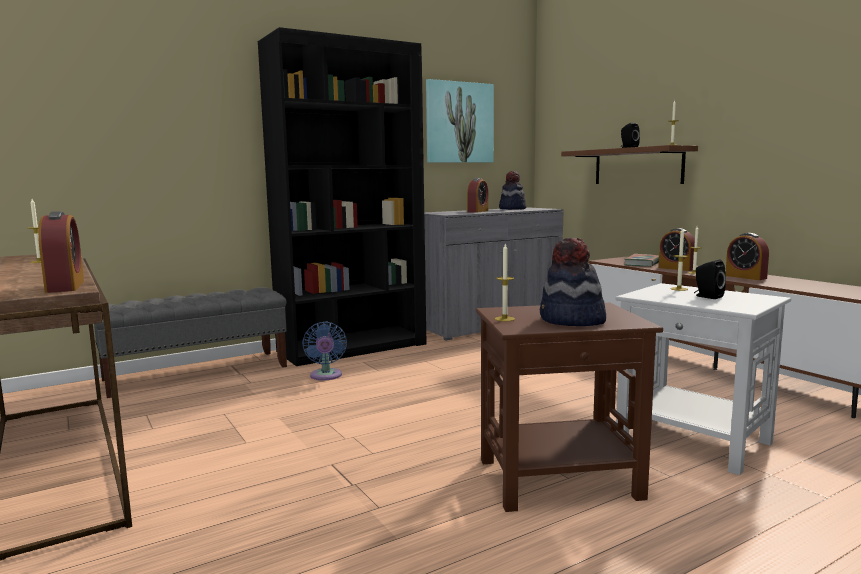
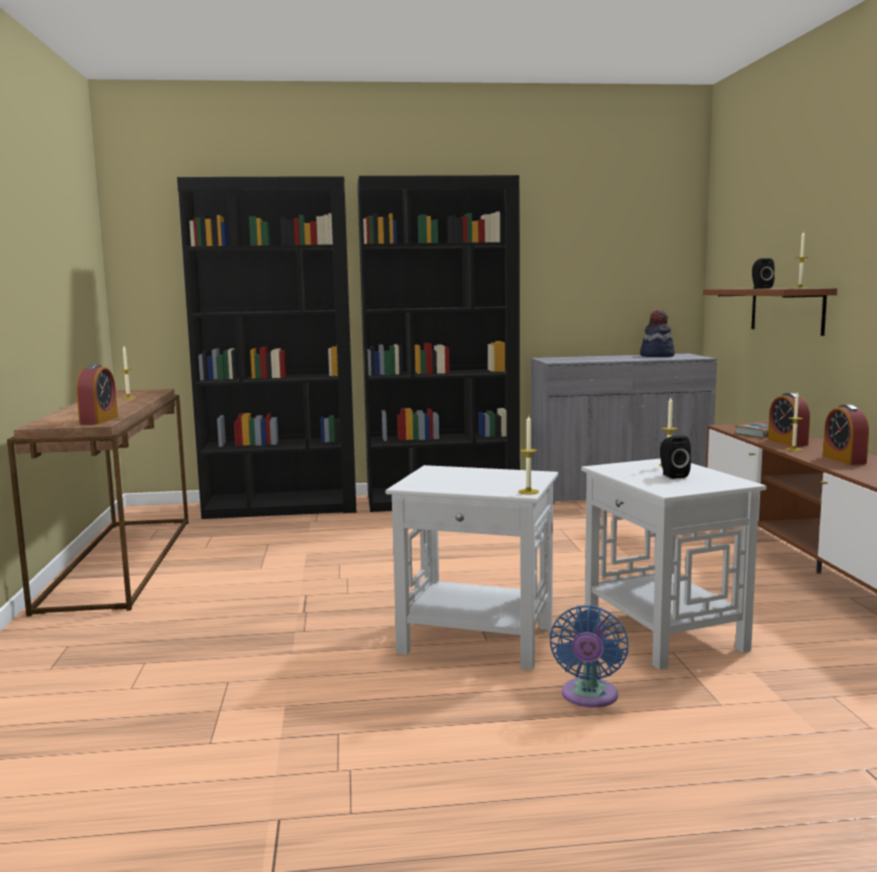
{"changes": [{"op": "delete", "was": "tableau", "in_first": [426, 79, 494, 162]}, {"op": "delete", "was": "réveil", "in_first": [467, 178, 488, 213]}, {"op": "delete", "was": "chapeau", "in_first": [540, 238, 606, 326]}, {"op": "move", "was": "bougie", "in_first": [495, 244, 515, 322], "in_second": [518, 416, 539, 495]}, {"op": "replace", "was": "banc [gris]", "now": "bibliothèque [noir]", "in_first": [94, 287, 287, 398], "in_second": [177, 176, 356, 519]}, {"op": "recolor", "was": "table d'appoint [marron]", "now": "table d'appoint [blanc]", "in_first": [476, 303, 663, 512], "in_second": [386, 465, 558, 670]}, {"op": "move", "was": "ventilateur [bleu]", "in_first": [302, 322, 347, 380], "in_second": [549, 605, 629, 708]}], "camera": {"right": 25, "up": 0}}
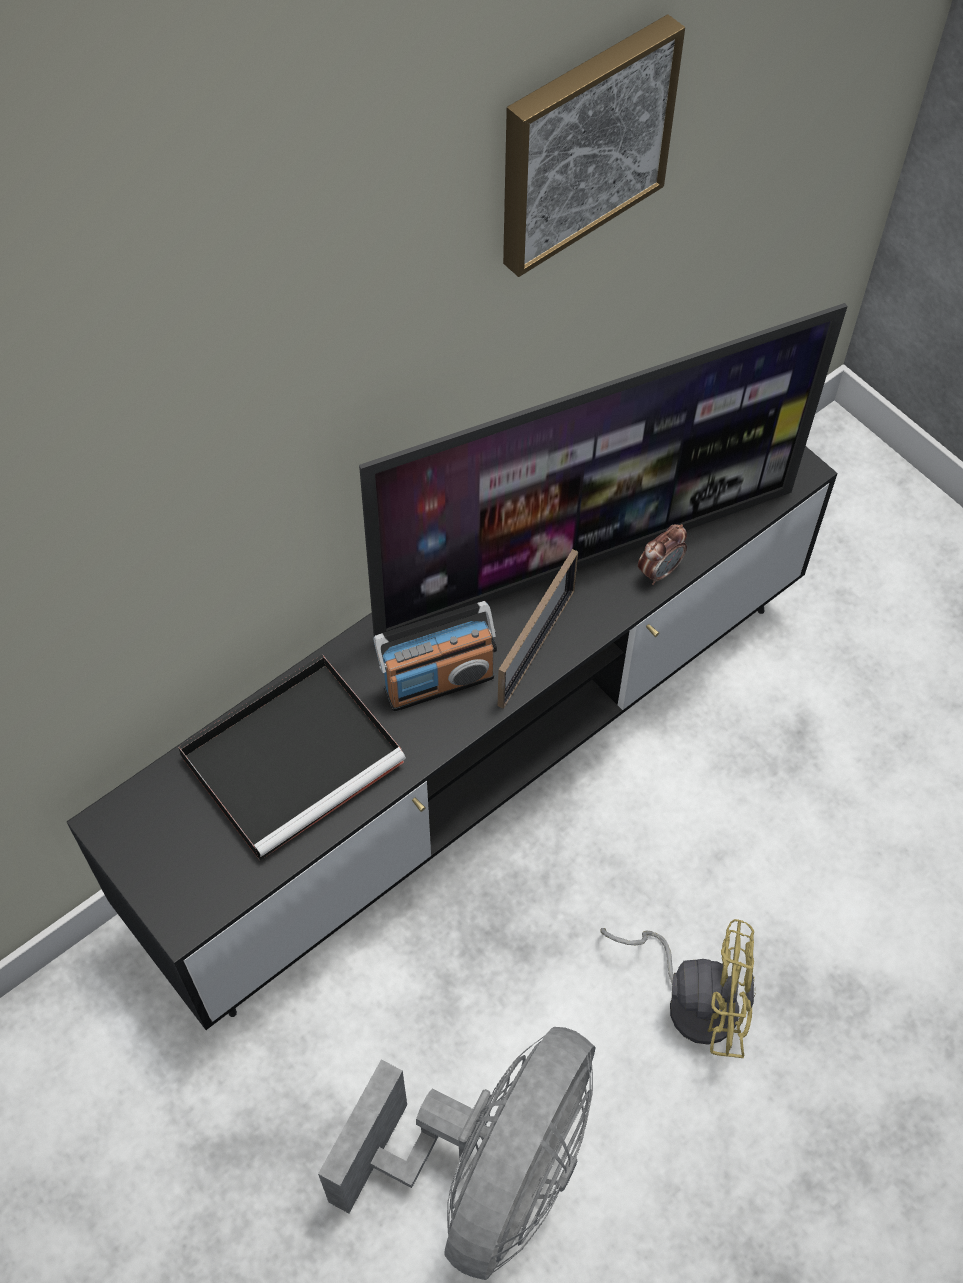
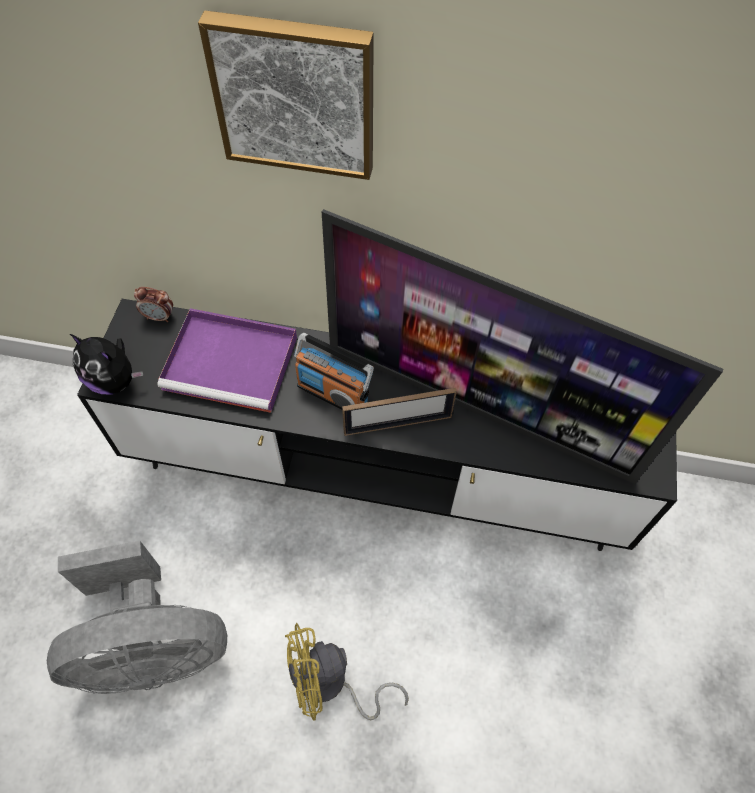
{"changes": [{"op": "move", "was": "tableau", "in_first": [503, 14, 685, 277], "in_second": [198, 10, 374, 180]}, {"op": "move", "was": "réveil", "in_first": [638, 524, 687, 585], "in_second": [134, 287, 173, 322]}, {"op": "recolor", "was": "plateau [noir]", "now": "plateau [violet]", "in_first": [178, 654, 406, 860], "in_second": [157, 308, 297, 413]}, {"op": "rotate", "was": "ventilateur [jaune]", "in_first": [601, 919, 755, 1058], "in_second": [285, 623, 409, 721], "clockwise": 105}, {"op": "insert", "now": "peluche", "in_second": [70, 334, 143, 395]}], "camera": {"right": 50, "up": 0}}
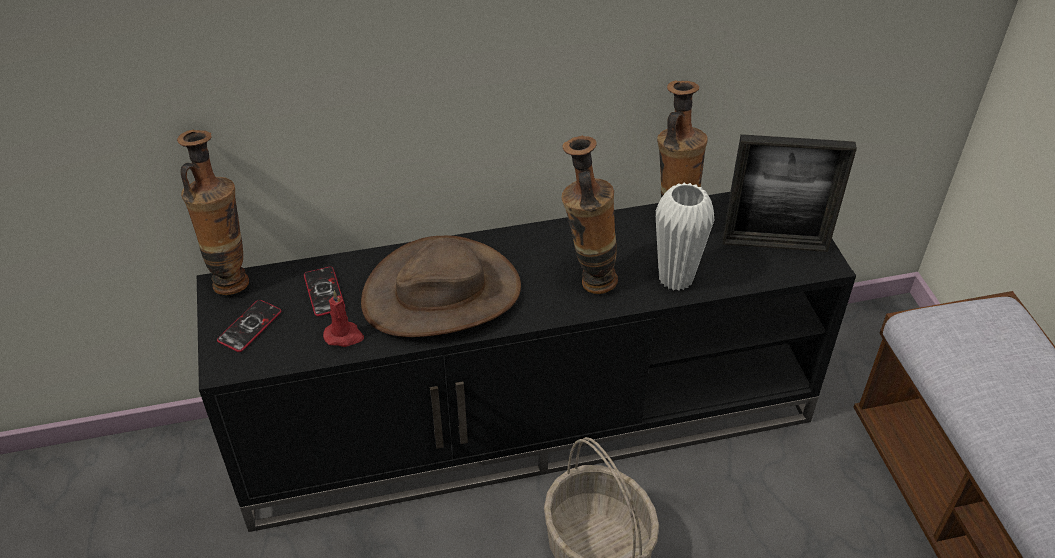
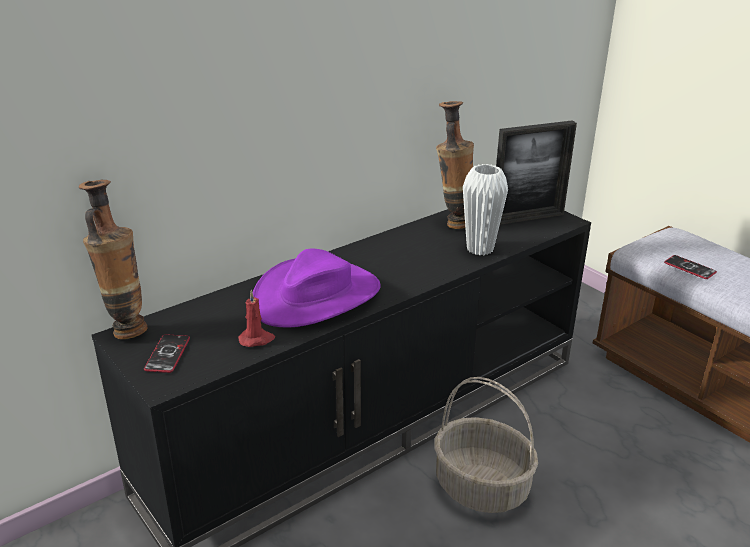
{"changes": [{"op": "delete", "was": "vase", "in_first": [561, 136, 618, 294]}, {"op": "recolor", "was": "chapeau [marron]", "now": "chapeau [violet]", "in_first": [361, 236, 521, 337], "in_second": [252, 248, 381, 328]}, {"op": "move", "was": "téléphone", "in_first": [304, 267, 345, 316], "in_second": [664, 255, 717, 279]}], "camera": {"right": -25, "up": -15}}
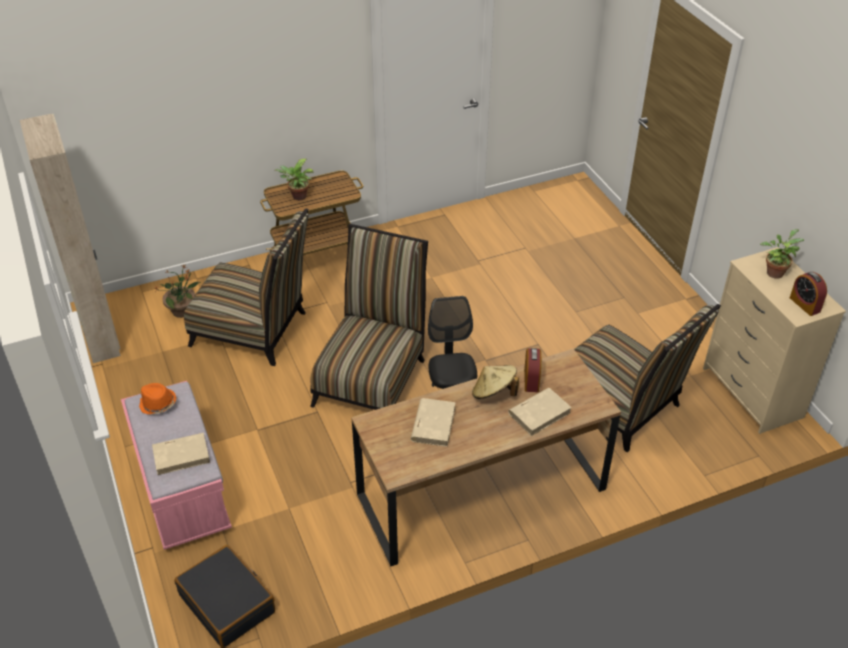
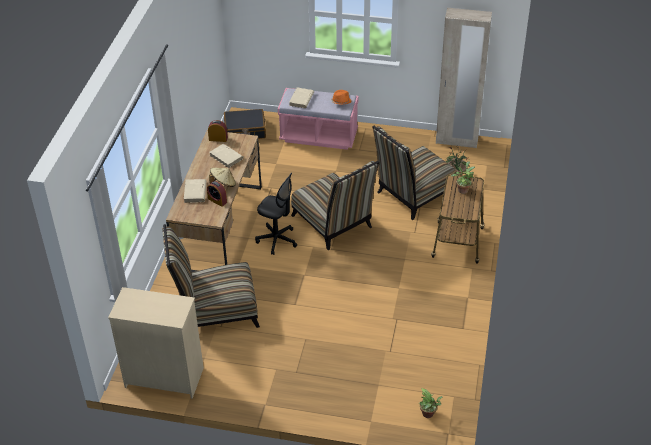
{"changes": [{"op": "move", "was": "plante en pot", "in_first": [760, 229, 804, 279], "in_second": [419, 388, 443, 418]}, {"op": "move", "was": "réveil", "in_first": [790, 272, 827, 316], "in_second": [208, 120, 228, 142]}], "camera": {"right": 125, "up": 0}}
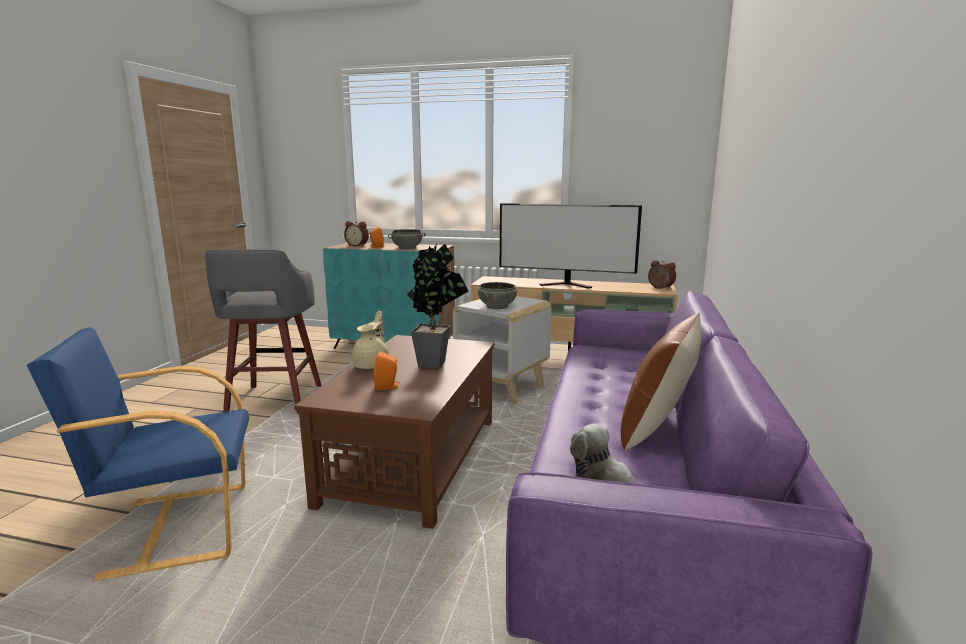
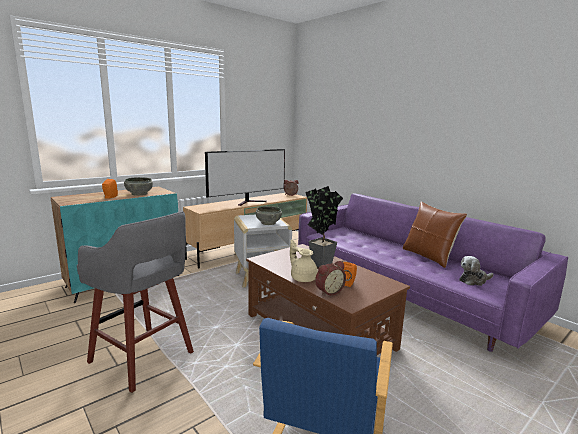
{"changes": [{"op": "move", "was": "réveil", "in_first": [344, 221, 369, 246], "in_second": [315, 261, 346, 296]}], "camera": {"right": -55, "up": 0}}
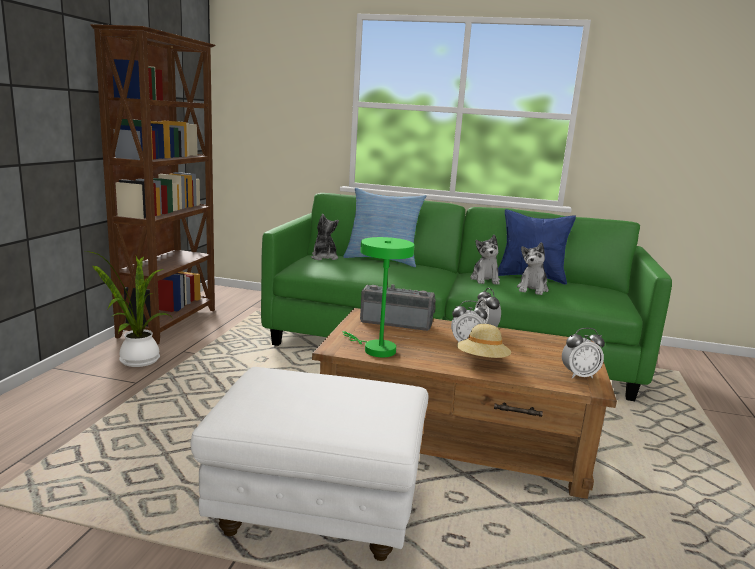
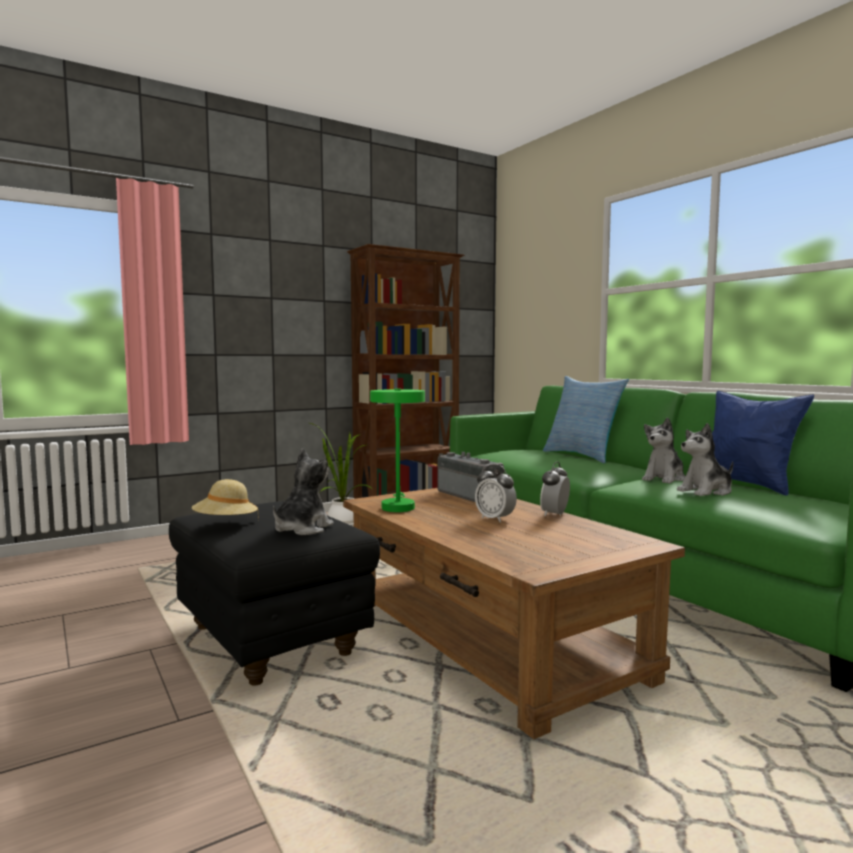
{"changes": [{"op": "move", "was": "peluche", "in_first": [311, 214, 339, 260], "in_second": [273, 448, 334, 535]}, {"op": "move", "was": "chapeau [beige]", "in_first": [457, 324, 511, 358], "in_second": [192, 479, 258, 515]}, {"op": "delete", "was": "réveil", "in_first": [562, 328, 605, 379]}, {"op": "recolor", "was": "pouf [blanc]", "now": "pouf [noir]", "in_first": [191, 367, 428, 561], "in_second": [169, 501, 380, 686]}], "camera": {"right": 45, "up": -10}}
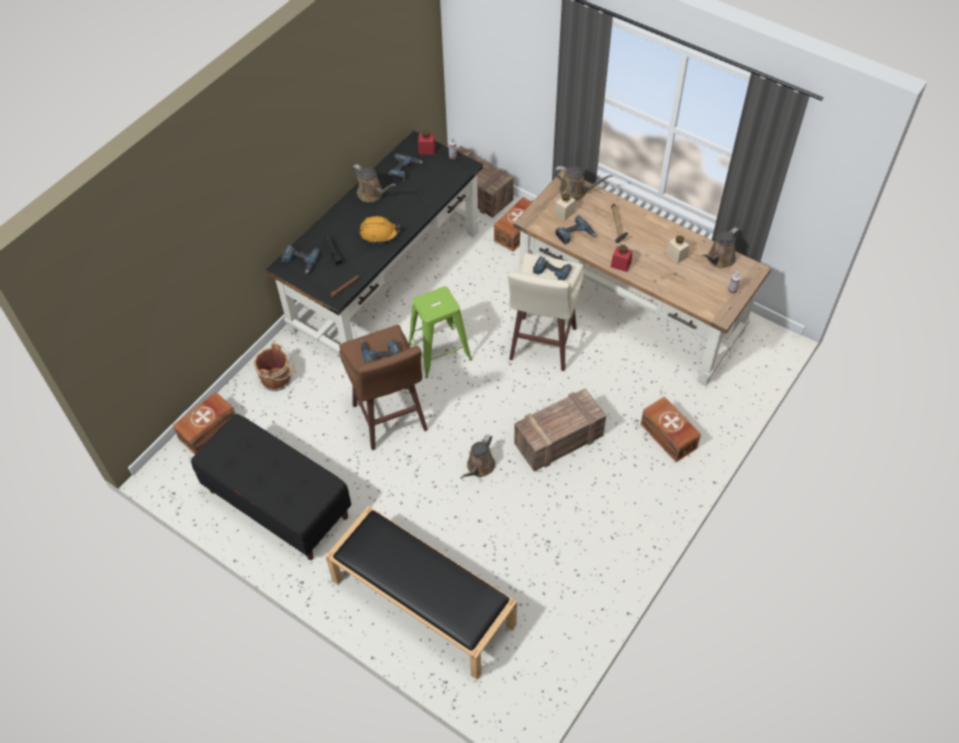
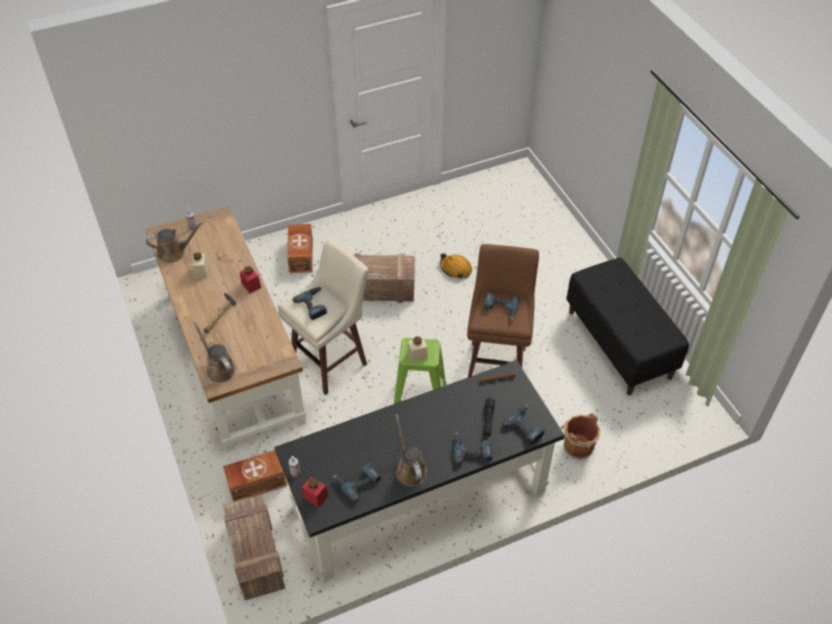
{"changes": [{"op": "move", "was": "bocal [beige]", "in_first": [554, 193, 575, 221], "in_second": [407, 337, 428, 362]}, {"op": "move", "was": "casque de chantier [orange]", "in_first": [360, 216, 400, 244], "in_second": [440, 253, 472, 278]}, {"op": "move", "was": "perceuse", "in_first": [555, 216, 596, 245], "in_second": [453, 432, 492, 465]}, {"op": "delete", "was": "boîte de rangement [marron]", "in_first": [173, 392, 235, 454]}, {"op": "delete", "was": "arrosoir [marron]", "in_first": [460, 434, 495, 479]}, {"op": "delete", "was": "banc [noir]", "in_first": [325, 506, 517, 679]}], "camera": {"right": -150, "up": -5}}
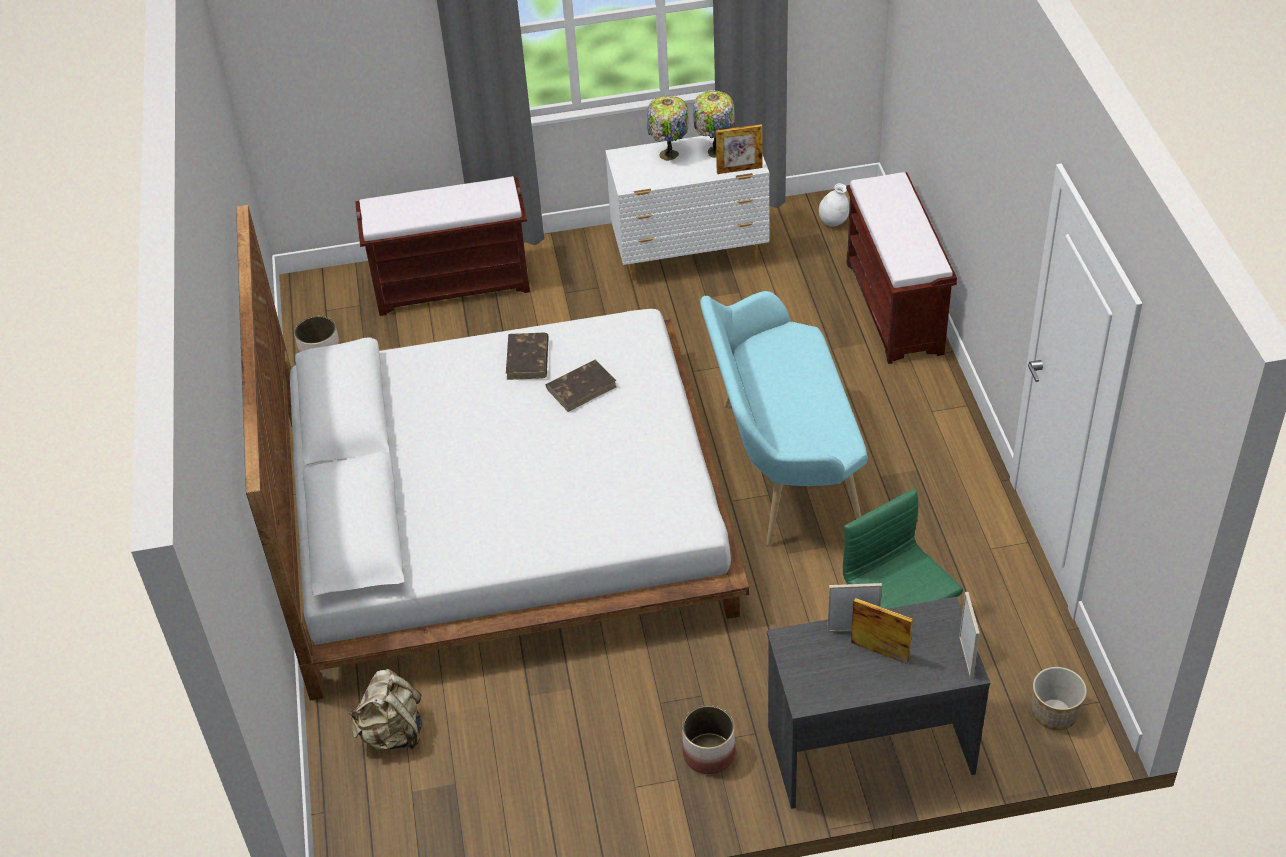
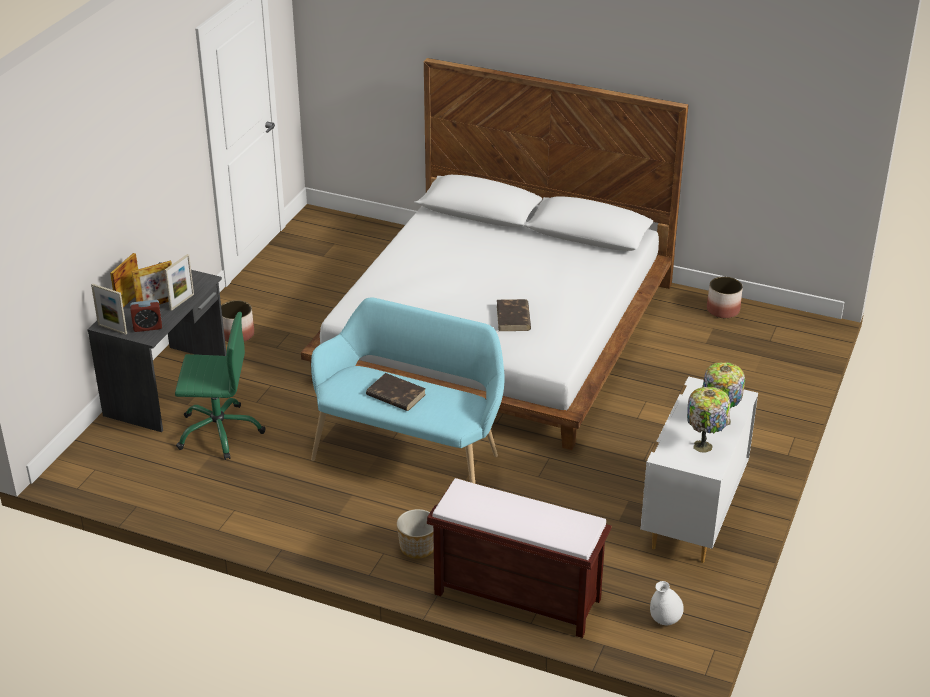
{"changes": [{"op": "move", "was": "cadre photo", "in_first": [716, 124, 762, 174], "in_second": [110, 253, 138, 307]}, {"op": "delete", "was": "banc [marron]", "in_first": [355, 176, 530, 316]}, {"op": "move", "was": "livre [marron]", "in_first": [506, 333, 549, 380], "in_second": [366, 373, 426, 411]}, {"op": "move", "was": "cache-pot", "in_first": [1032, 667, 1087, 730], "in_second": [397, 509, 434, 559]}, {"op": "delete", "was": "sac à dos [beige]", "in_first": [349, 669, 422, 751]}, {"op": "insert", "now": "réveil", "in_second": [130, 300, 162, 332]}], "camera": {"right": 120, "up": -10}}
